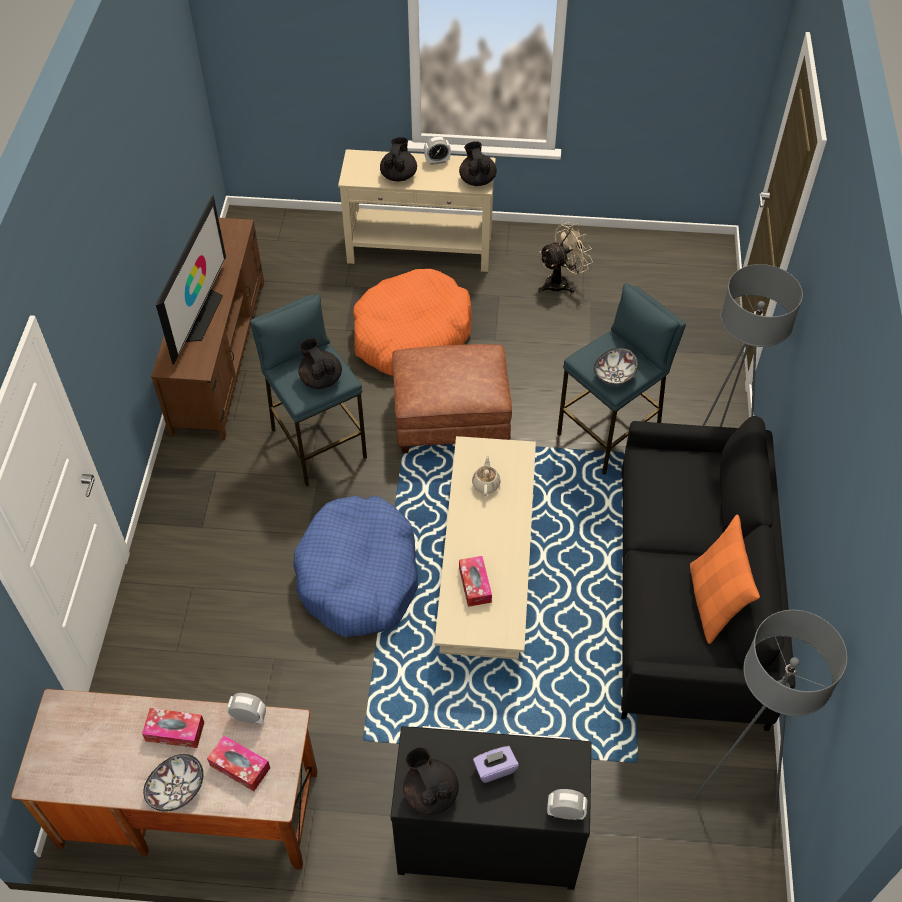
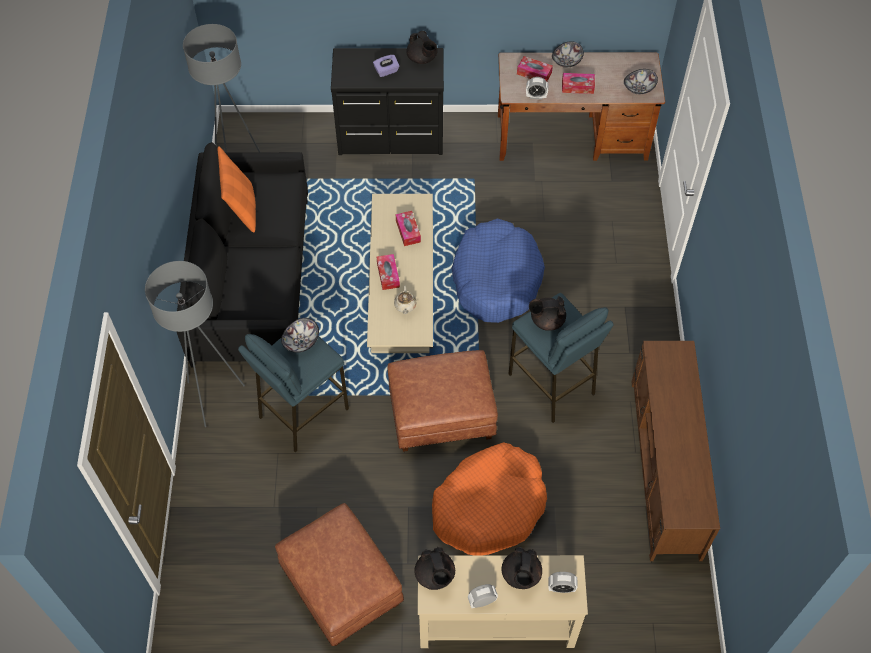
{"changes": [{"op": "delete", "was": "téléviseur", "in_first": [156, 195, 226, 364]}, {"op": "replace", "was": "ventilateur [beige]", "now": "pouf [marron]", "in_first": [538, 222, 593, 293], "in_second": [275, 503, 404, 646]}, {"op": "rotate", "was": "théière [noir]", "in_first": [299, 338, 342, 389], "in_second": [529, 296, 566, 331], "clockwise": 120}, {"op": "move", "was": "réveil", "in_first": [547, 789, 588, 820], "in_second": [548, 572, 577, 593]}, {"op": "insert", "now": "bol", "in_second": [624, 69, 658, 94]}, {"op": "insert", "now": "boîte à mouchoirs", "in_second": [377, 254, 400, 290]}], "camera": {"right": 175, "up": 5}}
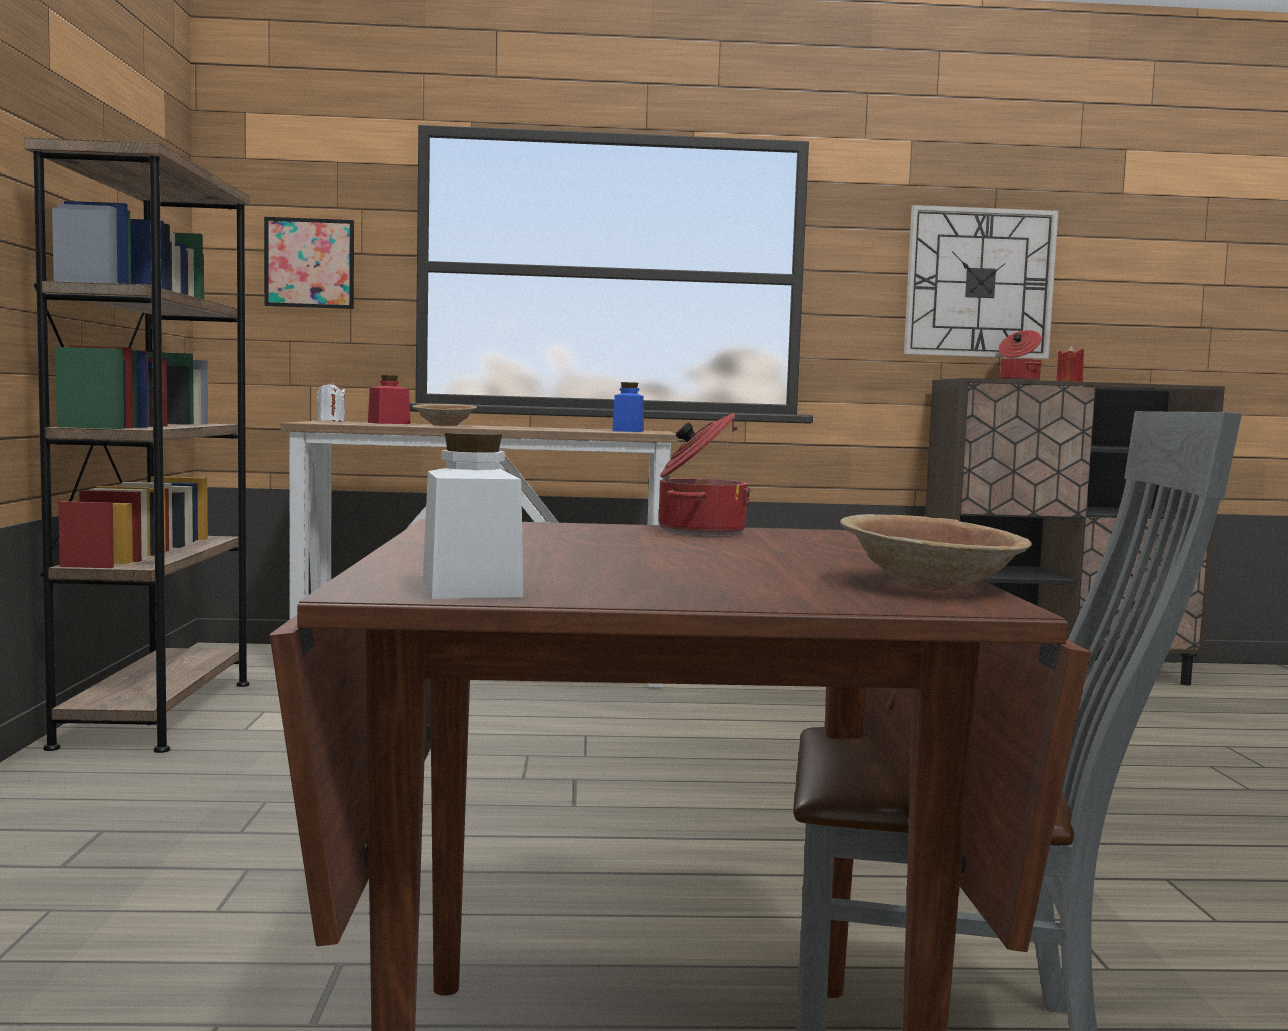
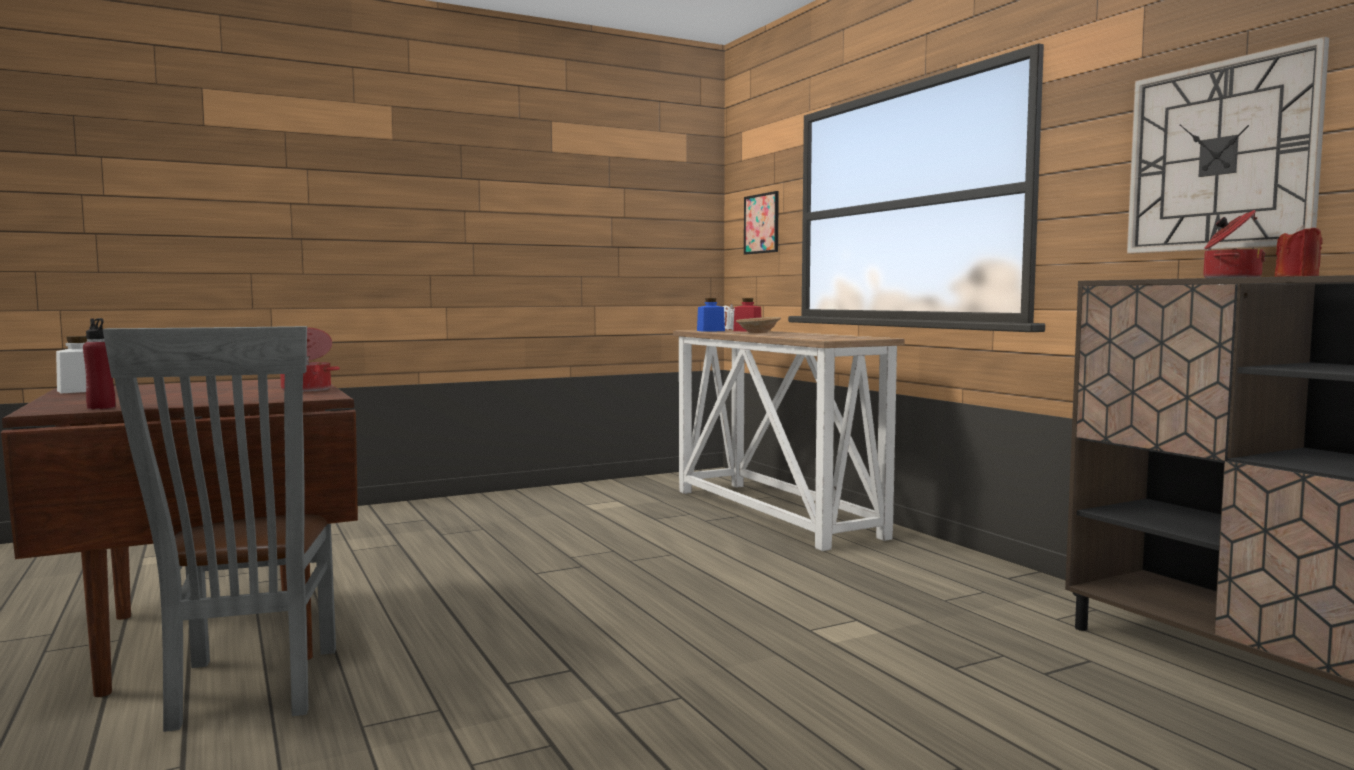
{"changes": [{"op": "delete", "was": "bibliothèque [marron]", "in_first": [24, 137, 250, 753]}, {"op": "move", "was": "bocal [bleu]", "in_first": [612, 382, 644, 432], "in_second": [697, 298, 725, 332]}, {"op": "replace", "was": "bol [marron]", "now": "bouteille [rouge]", "in_first": [840, 514, 1032, 591], "in_second": [83, 318, 116, 409]}], "camera": {"right": 65, "up": 0}}
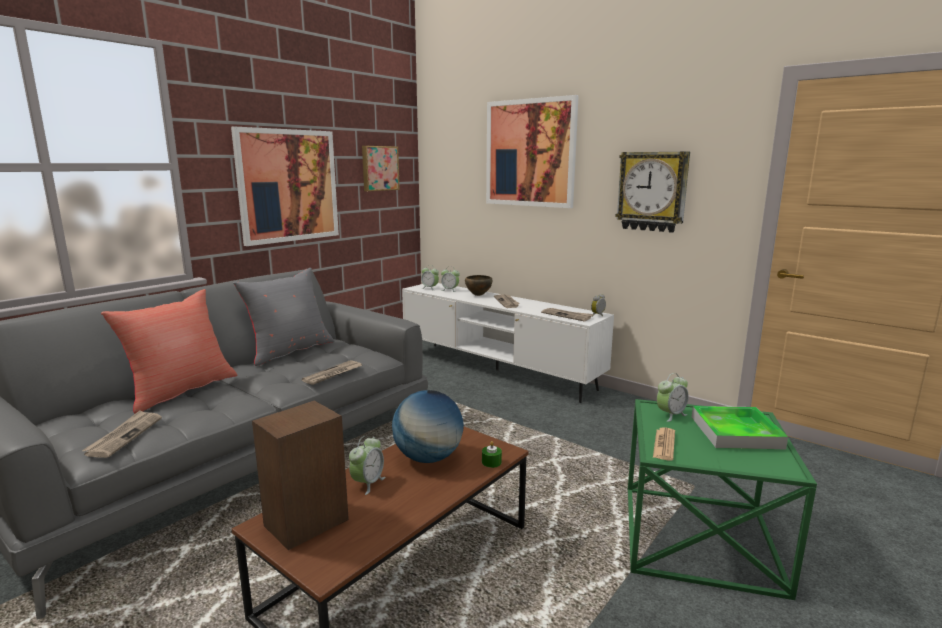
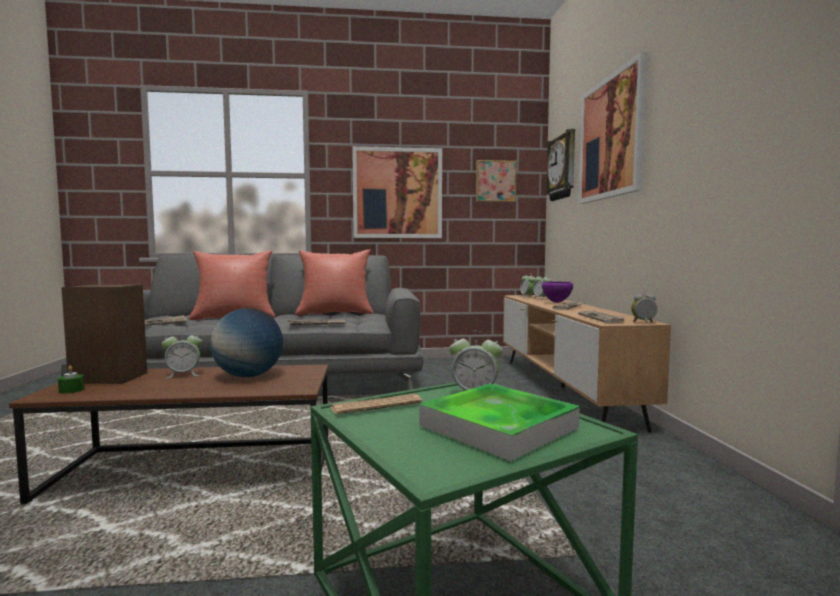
{"changes": [{"op": "move", "was": "horloge murale", "in_first": [615, 151, 690, 233], "in_second": [546, 129, 575, 201]}, {"op": "recolor", "was": "coussin [gris]", "now": "coussin [rouge]", "in_first": [233, 268, 334, 366], "in_second": [295, 250, 373, 315]}, {"op": "recolor", "was": "bol [marron]", "now": "bol [violet]", "in_first": [465, 275, 492, 296], "in_second": [542, 282, 573, 303]}, {"op": "recolor", "was": "meuble télé [blanc]", "now": "meuble télé [marron]", "in_first": [402, 283, 614, 403], "in_second": [503, 295, 671, 432]}, {"op": "move", "was": "bougie [vert]", "in_first": [482, 441, 502, 468], "in_second": [58, 366, 85, 394]}], "camera": {"right": 45, "up": -10}}
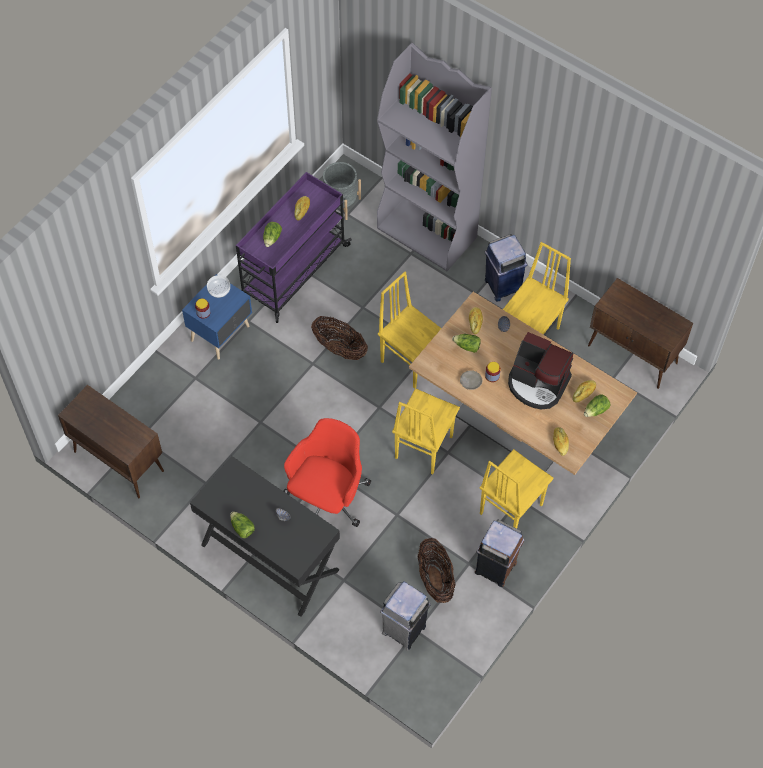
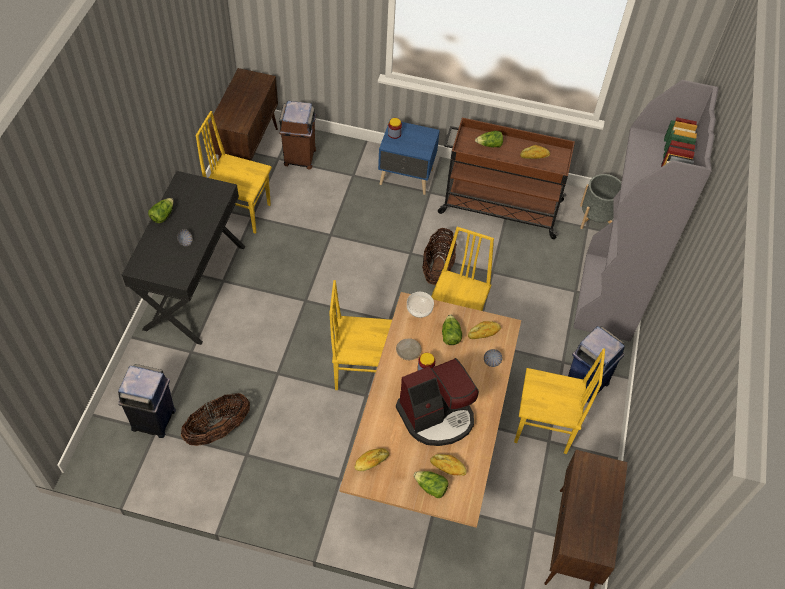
{"changes": [{"op": "recolor", "was": "chariot [violet]", "now": "chariot [marron]", "in_first": [236, 172, 352, 323], "in_second": [438, 117, 575, 239]}, {"op": "move", "was": "bol", "in_first": [207, 275, 230, 298], "in_second": [407, 292, 434, 318]}, {"op": "rotate", "was": "machine à café", "in_first": [508, 332, 573, 410], "in_second": [396, 358, 479, 446], "clockwise": -120}, {"op": "delete", "was": "chaise de bureau [rouge]", "in_first": [283, 418, 371, 527]}, {"op": "move", "was": "chaise [jaune]", "in_first": [480, 449, 553, 528], "in_second": [196, 111, 272, 234]}, {"op": "move", "was": "poubelle [marron]", "in_first": [475, 520, 524, 587], "in_second": [279, 101, 316, 170]}, {"op": "recolor", "was": "poubelle [gris]", "now": "poubelle [bleu]", "in_first": [380, 581, 431, 651], "in_second": [118, 364, 176, 438]}], "camera": {"right": 65, "up": -5}}
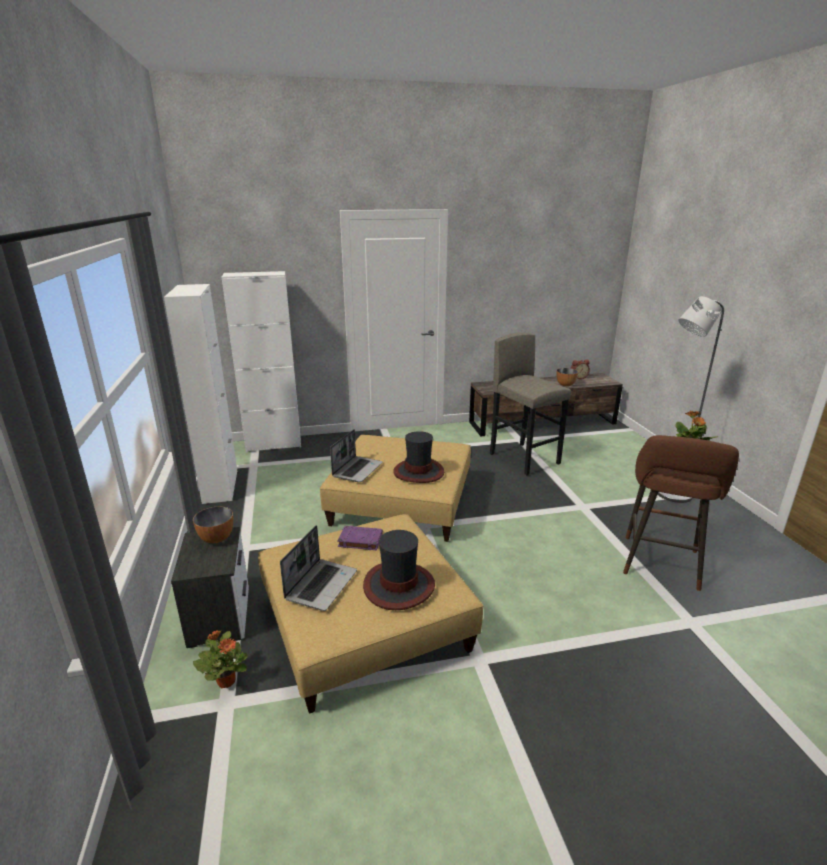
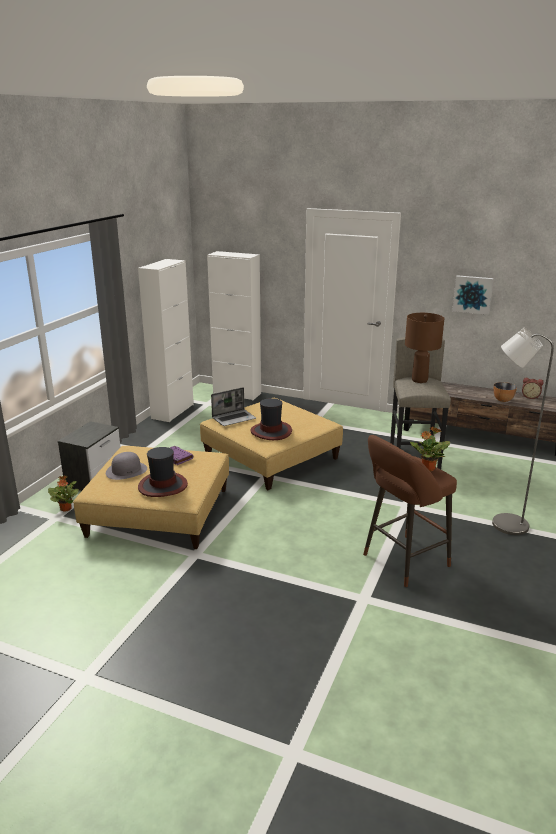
{"changes": [{"op": "delete", "was": "bol", "in_first": [193, 506, 233, 543]}, {"op": "replace", "was": "ordinateur portable", "now": "chapeau [gris]", "in_first": [280, 525, 357, 611], "in_second": [106, 452, 147, 480]}, {"op": "insert", "now": "tableau", "in_second": [452, 275, 494, 315]}, {"op": "insert", "now": "lampe de table [marron]", "in_second": [405, 313, 444, 383]}], "camera": {"right": 35, "up": 0}}
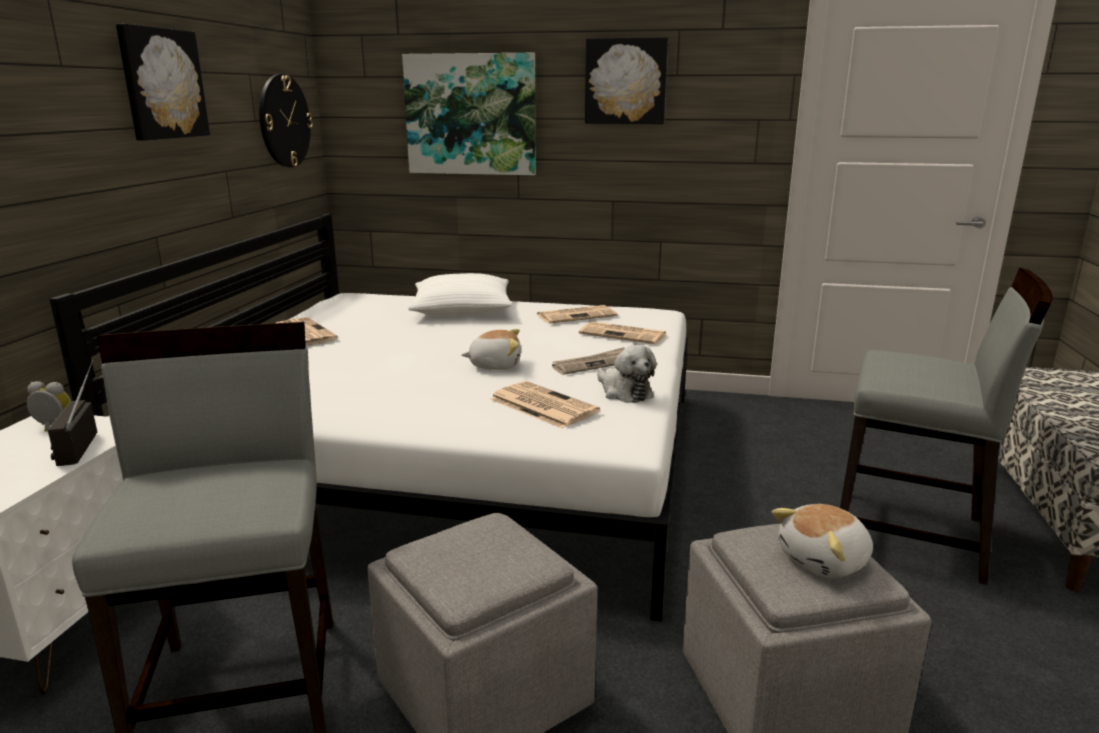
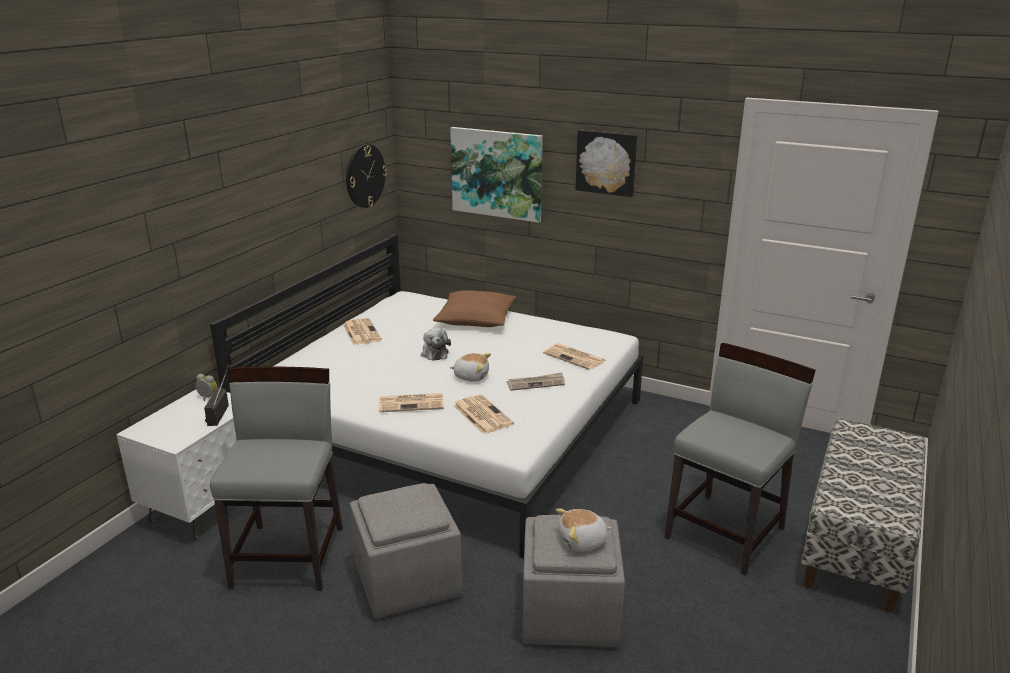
{"changes": [{"op": "delete", "was": "tableau", "in_first": [116, 24, 210, 141]}, {"op": "rotate", "was": "chaise [gris]", "in_first": [840, 268, 1053, 585], "in_second": [665, 343, 816, 576], "clockwise": -90}, {"op": "recolor", "was": "coussin [blanc]", "now": "coussin [marron]", "in_first": [408, 273, 512, 316], "in_second": [433, 290, 516, 327]}, {"op": "move", "was": "journal", "in_first": [536, 305, 618, 324], "in_second": [379, 393, 444, 412]}, {"op": "move", "was": "peluche", "in_first": [597, 345, 657, 403], "in_second": [421, 328, 451, 361]}], "camera": {"right": 15, "up": 5}}
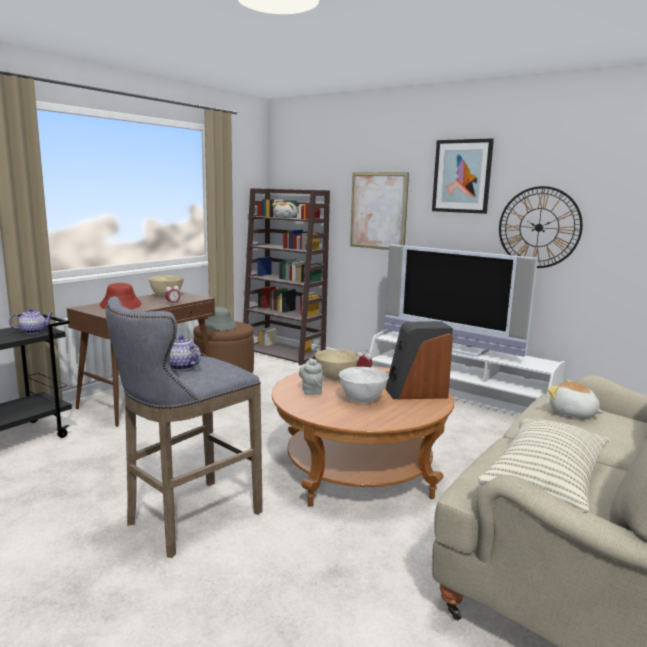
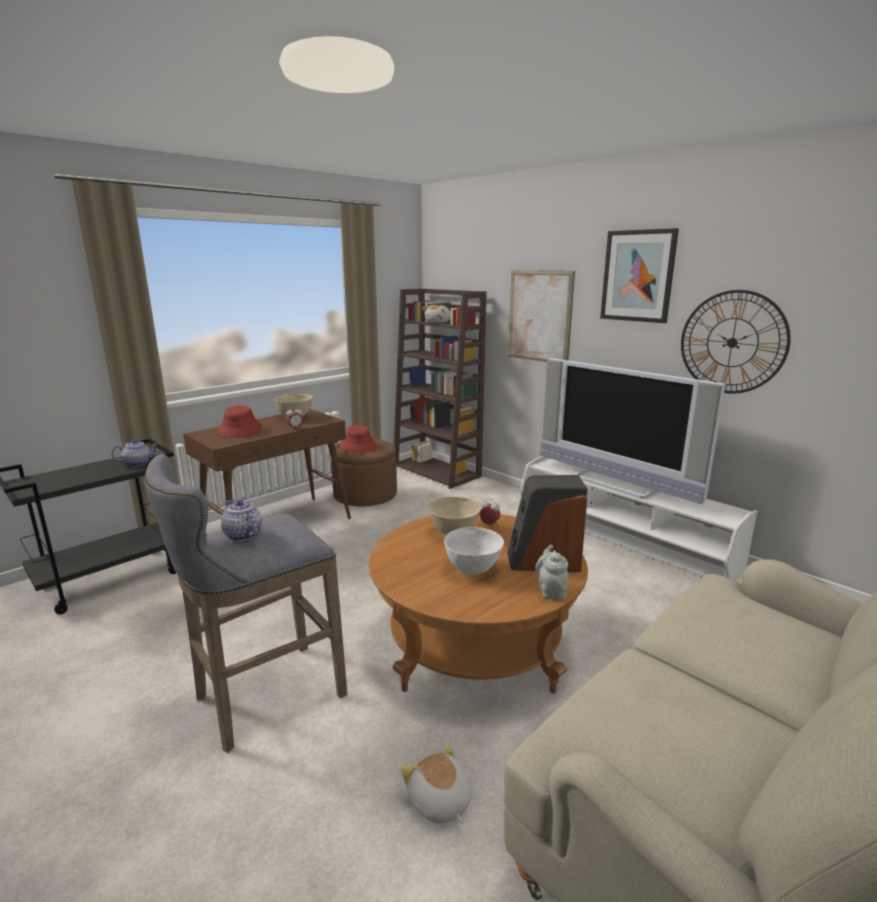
{"changes": [{"op": "recolor", "was": "chapeau [gris]", "now": "chapeau [rouge]", "in_first": [205, 307, 237, 331], "in_second": [340, 425, 377, 453]}, {"op": "move", "was": "théière [gris]", "in_first": [299, 358, 323, 395], "in_second": [535, 545, 569, 600]}, {"op": "move", "was": "peluche", "in_first": [547, 379, 604, 418], "in_second": [401, 743, 471, 824]}, {"op": "delete", "was": "coussin", "in_first": [478, 419, 609, 513]}], "camera": {"right": 10, "up": 5}}
